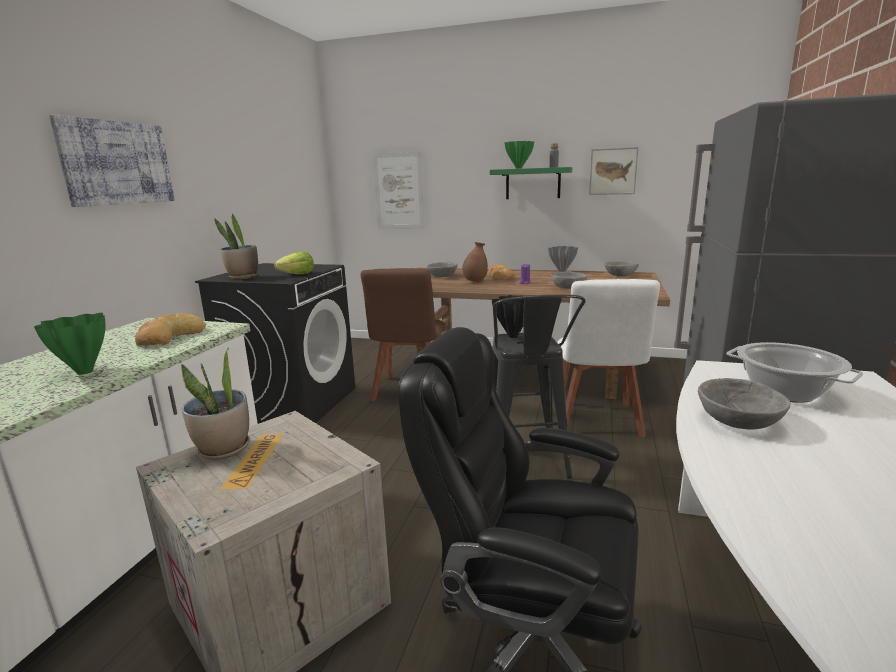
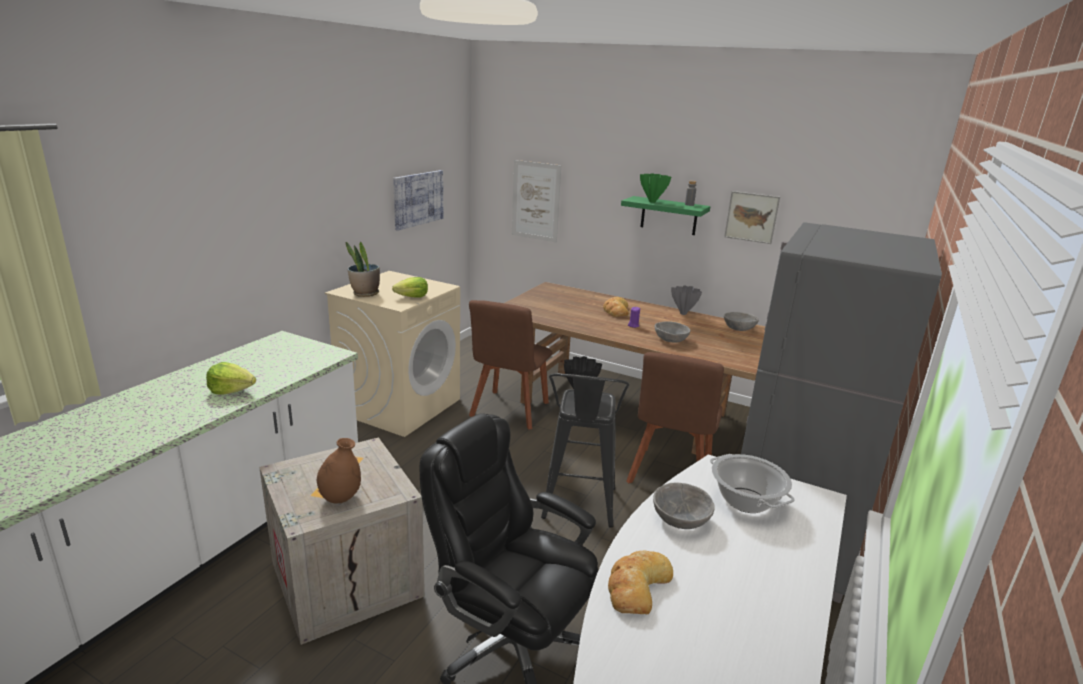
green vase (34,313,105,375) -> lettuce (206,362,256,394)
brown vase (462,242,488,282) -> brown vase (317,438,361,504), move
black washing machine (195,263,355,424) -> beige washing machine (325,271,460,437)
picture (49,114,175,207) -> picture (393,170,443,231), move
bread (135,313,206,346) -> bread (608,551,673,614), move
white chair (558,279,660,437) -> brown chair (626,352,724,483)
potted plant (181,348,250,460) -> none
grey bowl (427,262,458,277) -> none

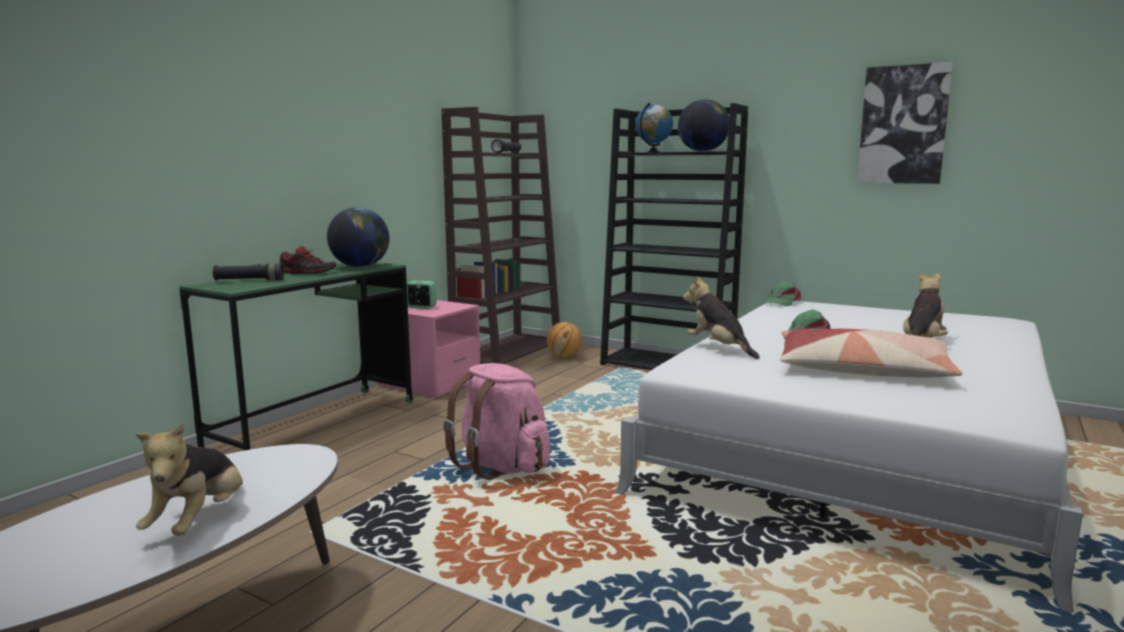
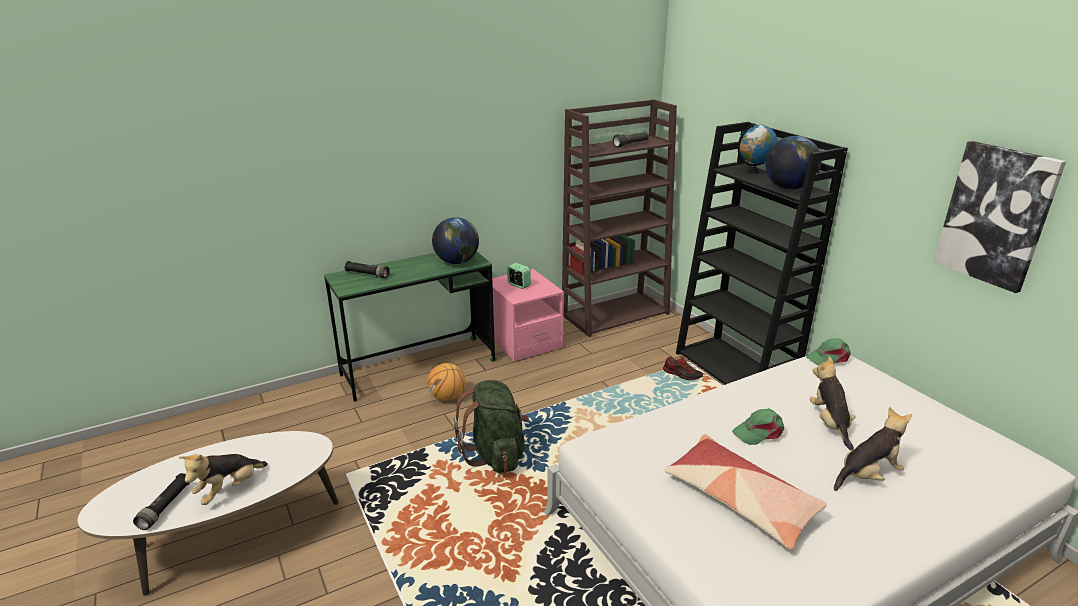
none -> black flashlight (133,473,190,530)
basketball (547,322,582,358) -> basketball (427,363,465,401), move
pink backpack (443,363,550,480) -> green backpack (454,380,529,473)
shoe (280,246,337,274) -> shoe (663,356,703,380), move
plush toy (683,277,760,359) -> plush toy (810,356,855,451), move

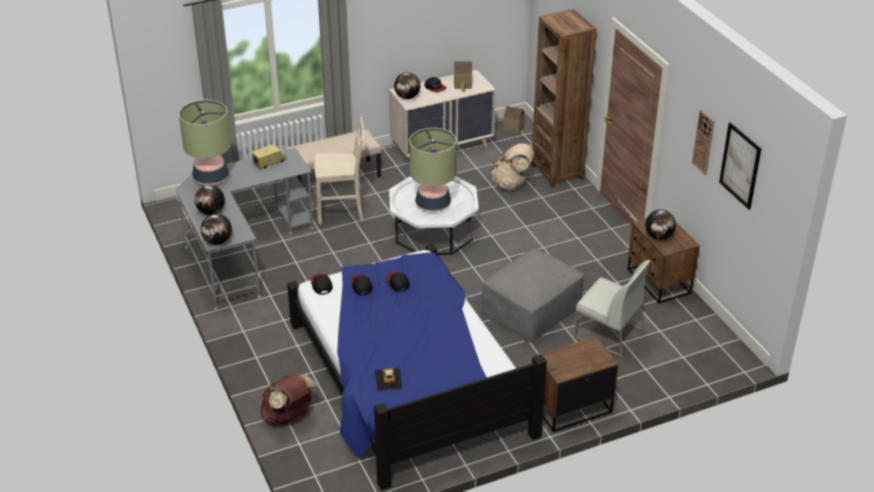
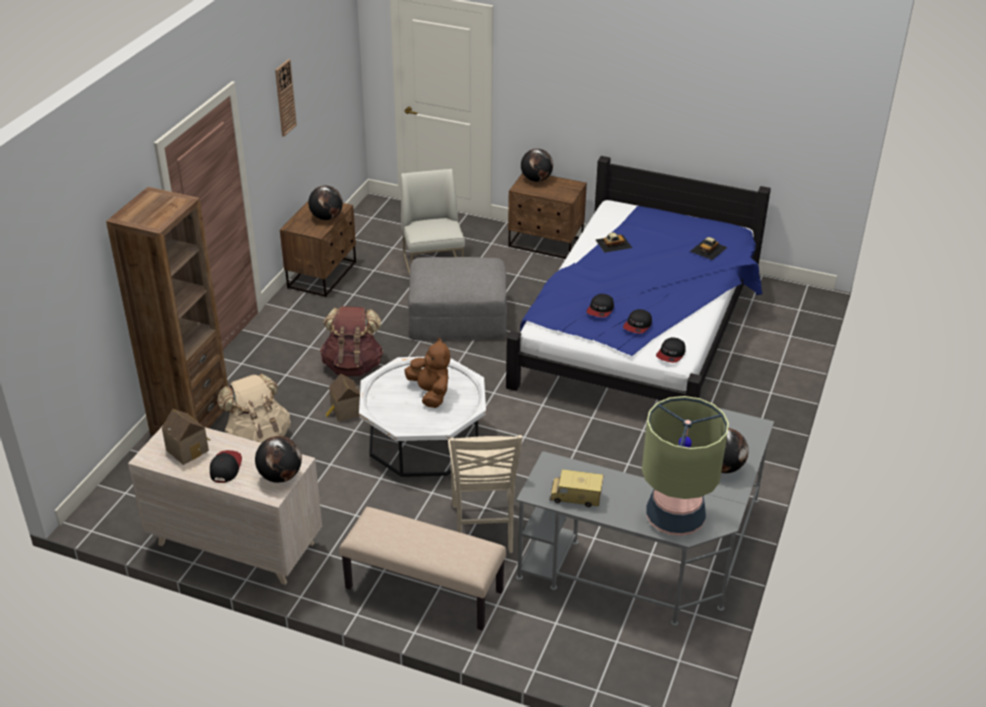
brown backpack (260,374,317,425) -> brown backpack (320,306,384,376), move
toy house (503,106,525,134) -> toy house (325,374,360,422), move
table lamp (409,128,457,212) -> brown plush toy (405,338,450,408)
beige chair (314,117,364,225) -> beige chair (448,435,523,553), 135 degrees counterclockwise
globe (201,214,232,245) -> globe (521,149,553,182), move
none -> toy car (596,232,632,253)
picture (719,122,761,210) -> none

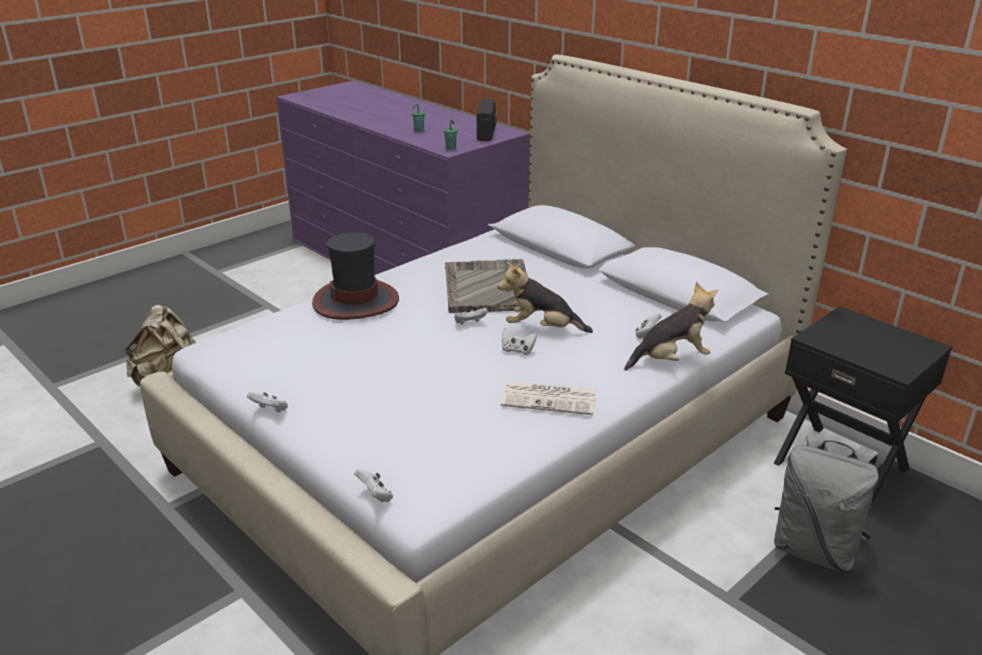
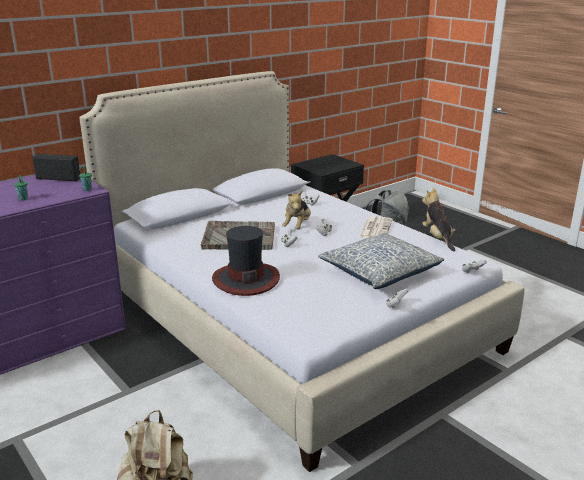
none -> pillow (318,233,444,289)
plush toy (624,282,718,371) -> plush toy (422,188,455,251), move

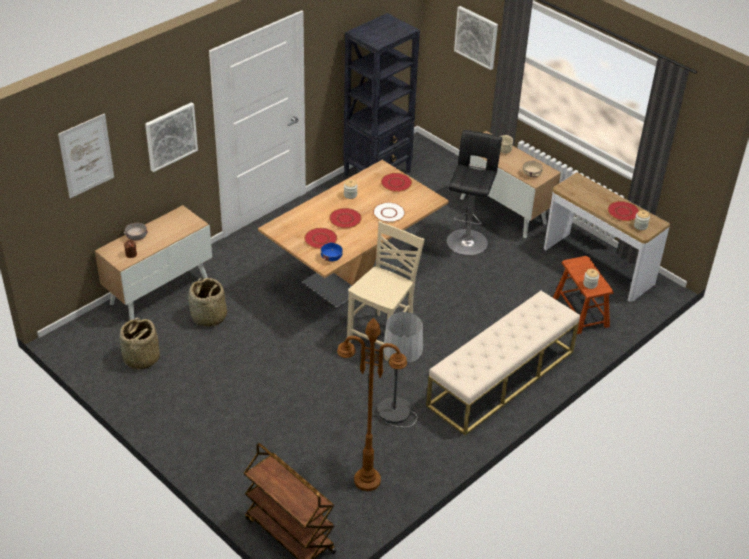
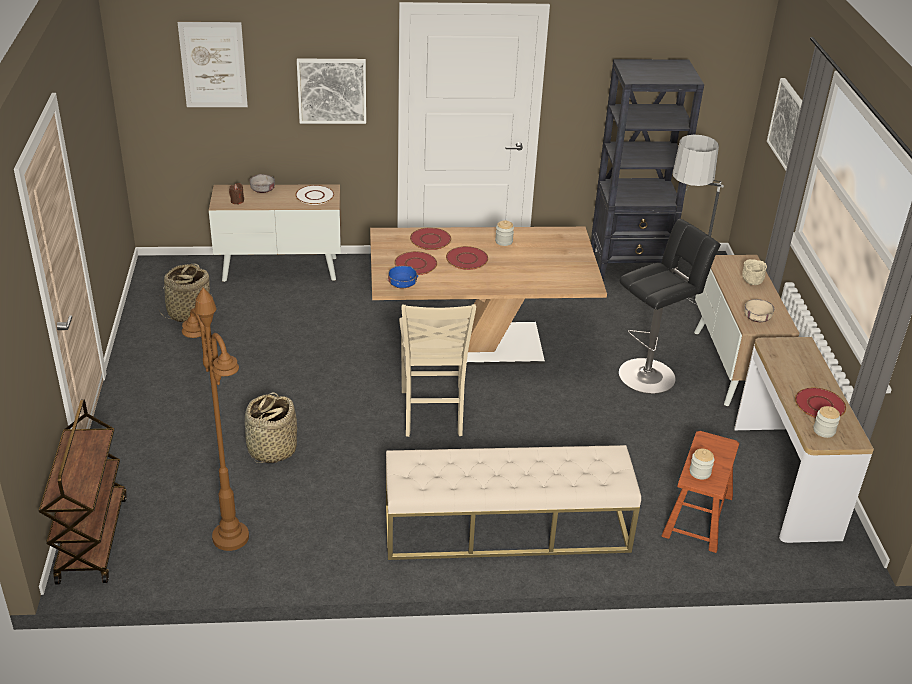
basket (188,278,227,327) -> basket (245,392,297,463), move
white plate (373,202,405,223) -> white plate (295,185,334,205), move
beige chair (347,221,425,361) -> beige chair (399,304,476,437), 105 degrees clockwise
red plate (381,173,412,192) -> red plate (410,228,451,250), move
floor lamp (378,312,423,427) -> floor lamp (673,135,724,304), move

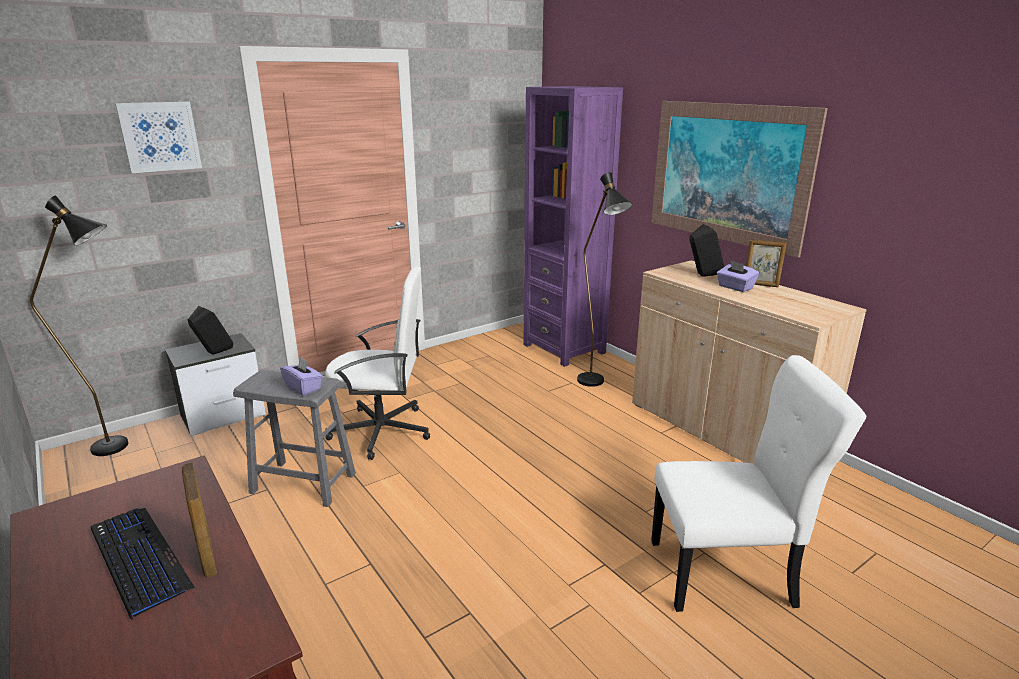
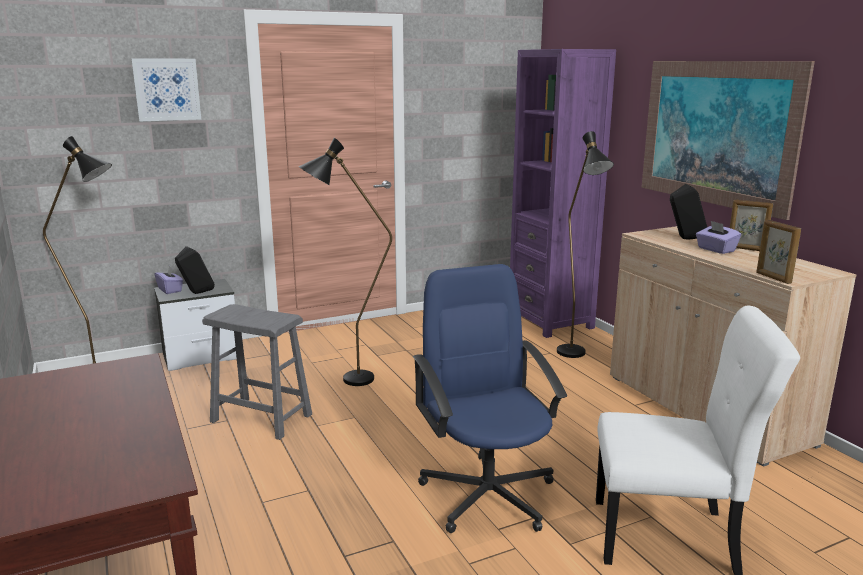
purple tissue box (280,357,323,396) -> purple tissue box (155,265,183,294), move
white office chair (325,266,430,460) -> black floor lamp (299,138,392,386)
none -> blue office chair (413,264,567,533)
picture frame (182,462,217,578) -> picture frame (756,220,801,284), move
keyboard (91,508,195,620) -> none

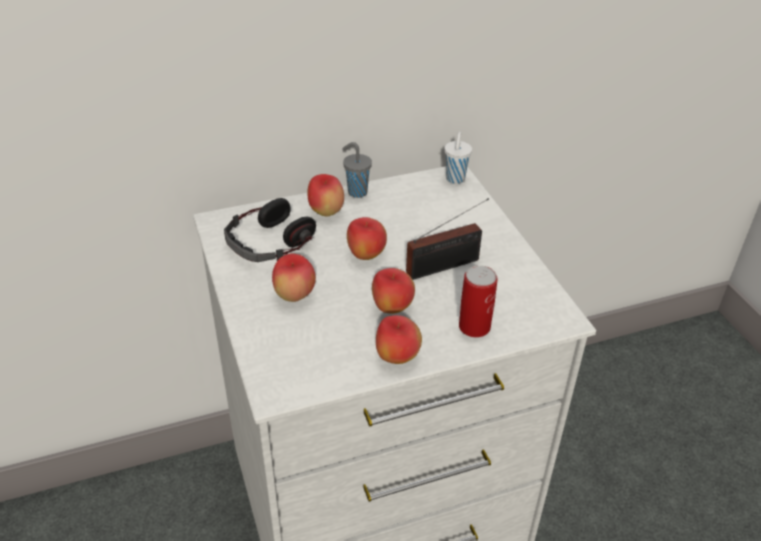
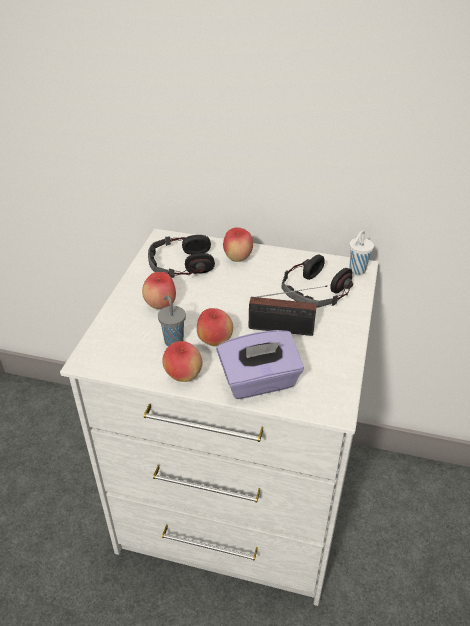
grey cup (342,142,372,198) -> grey cup (158,295,186,346), move
can (459,265,497,337) -> purple tissue box (216,330,304,399)
none -> headphones (281,254,353,308)
apple (347,217,387,260) -> none

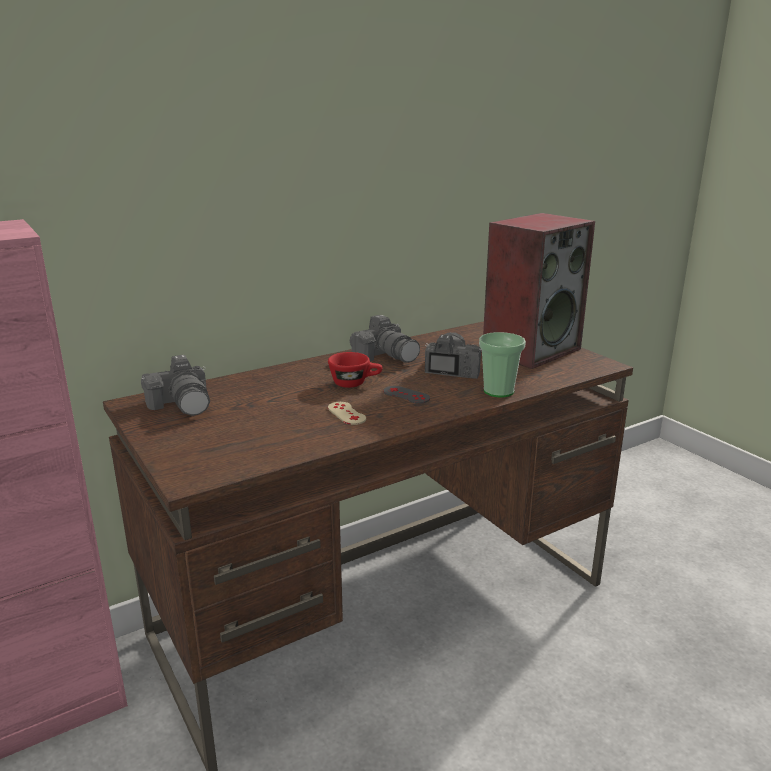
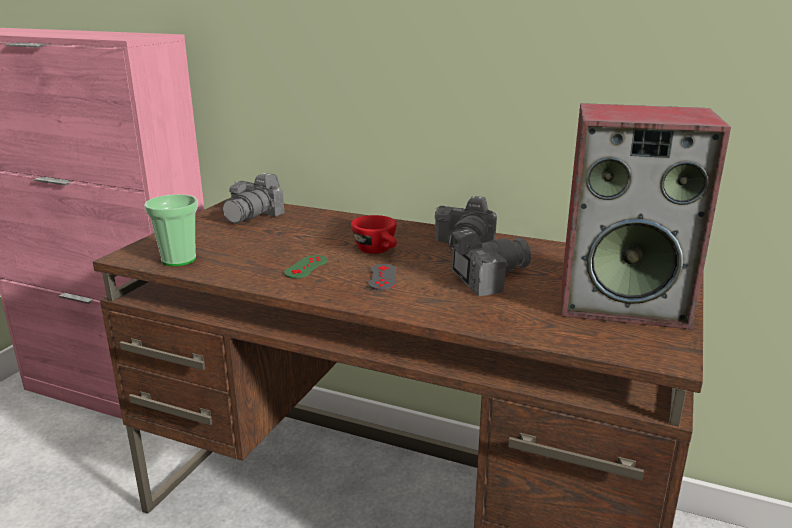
cup (479,332,526,398) -> cup (144,194,198,266), move
beige game controller (328,402,366,425) -> green game controller (284,255,327,279)

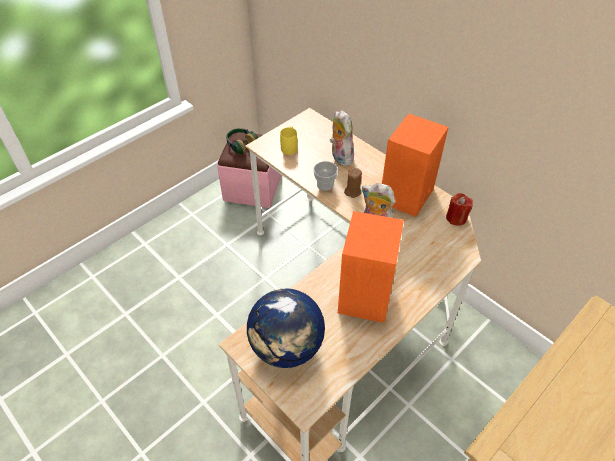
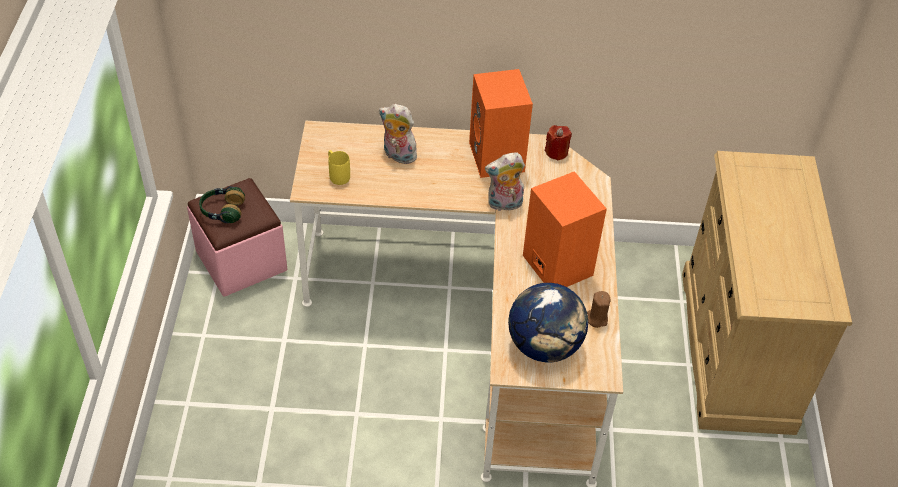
brown candle (344,168,362,198) -> brown candle (587,291,611,328), move
cup (313,161,338,191) -> none

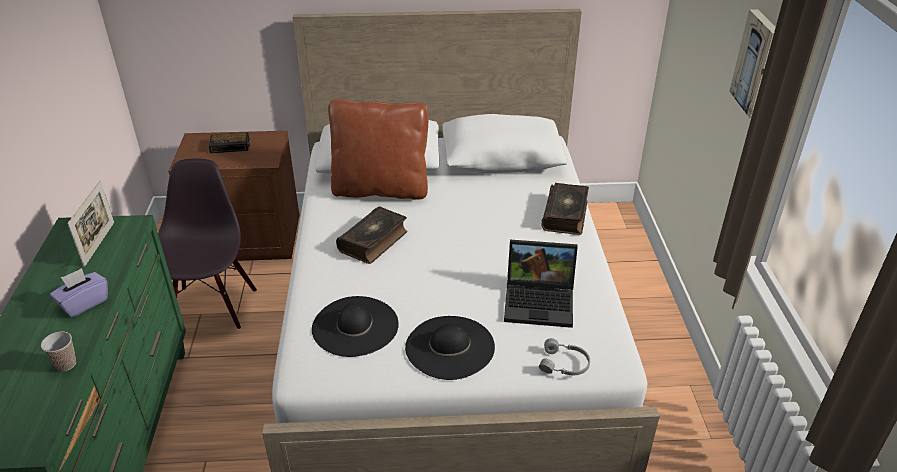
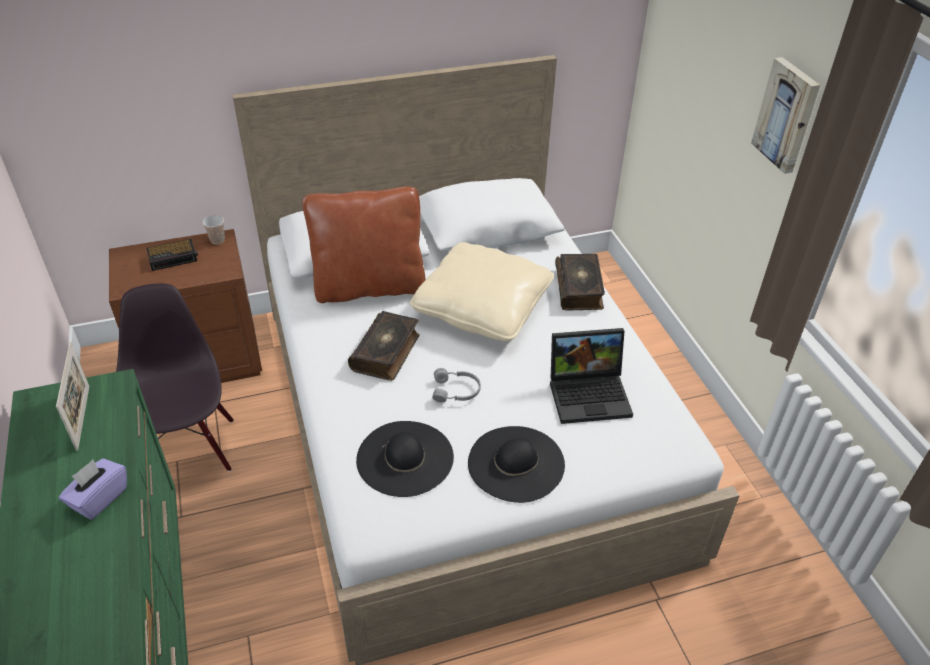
cup (41,331,76,371) -> cup (203,215,225,244), move
none -> beige pillow (410,242,554,341)
grey headphones (539,338,590,375) -> grey headphones (432,368,481,402), move

